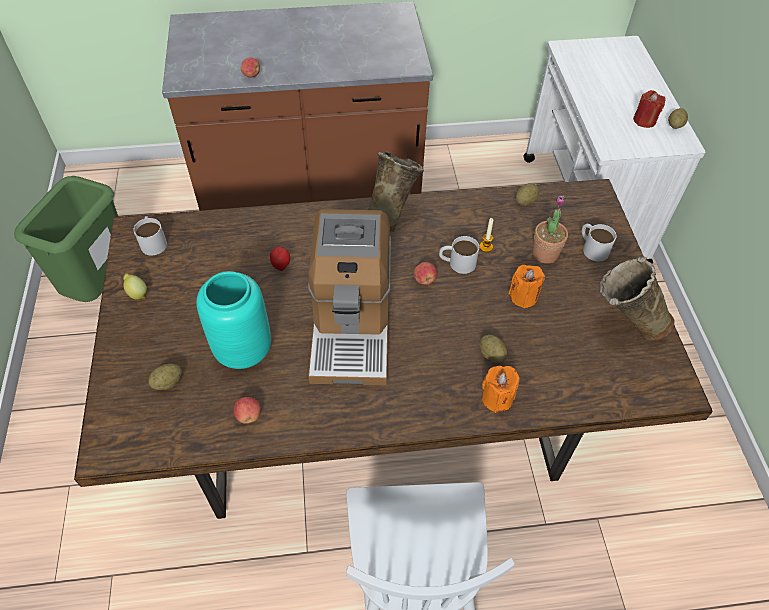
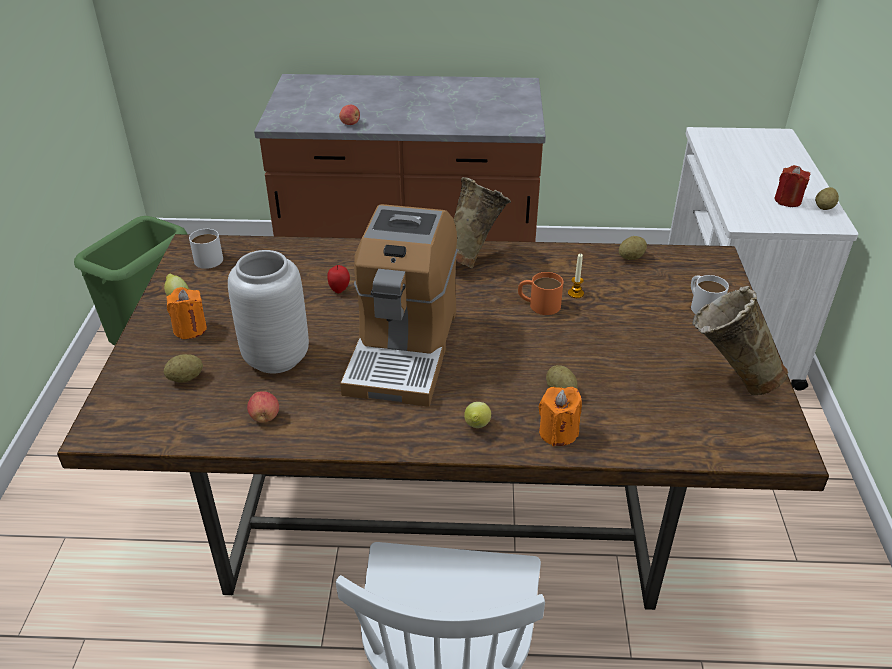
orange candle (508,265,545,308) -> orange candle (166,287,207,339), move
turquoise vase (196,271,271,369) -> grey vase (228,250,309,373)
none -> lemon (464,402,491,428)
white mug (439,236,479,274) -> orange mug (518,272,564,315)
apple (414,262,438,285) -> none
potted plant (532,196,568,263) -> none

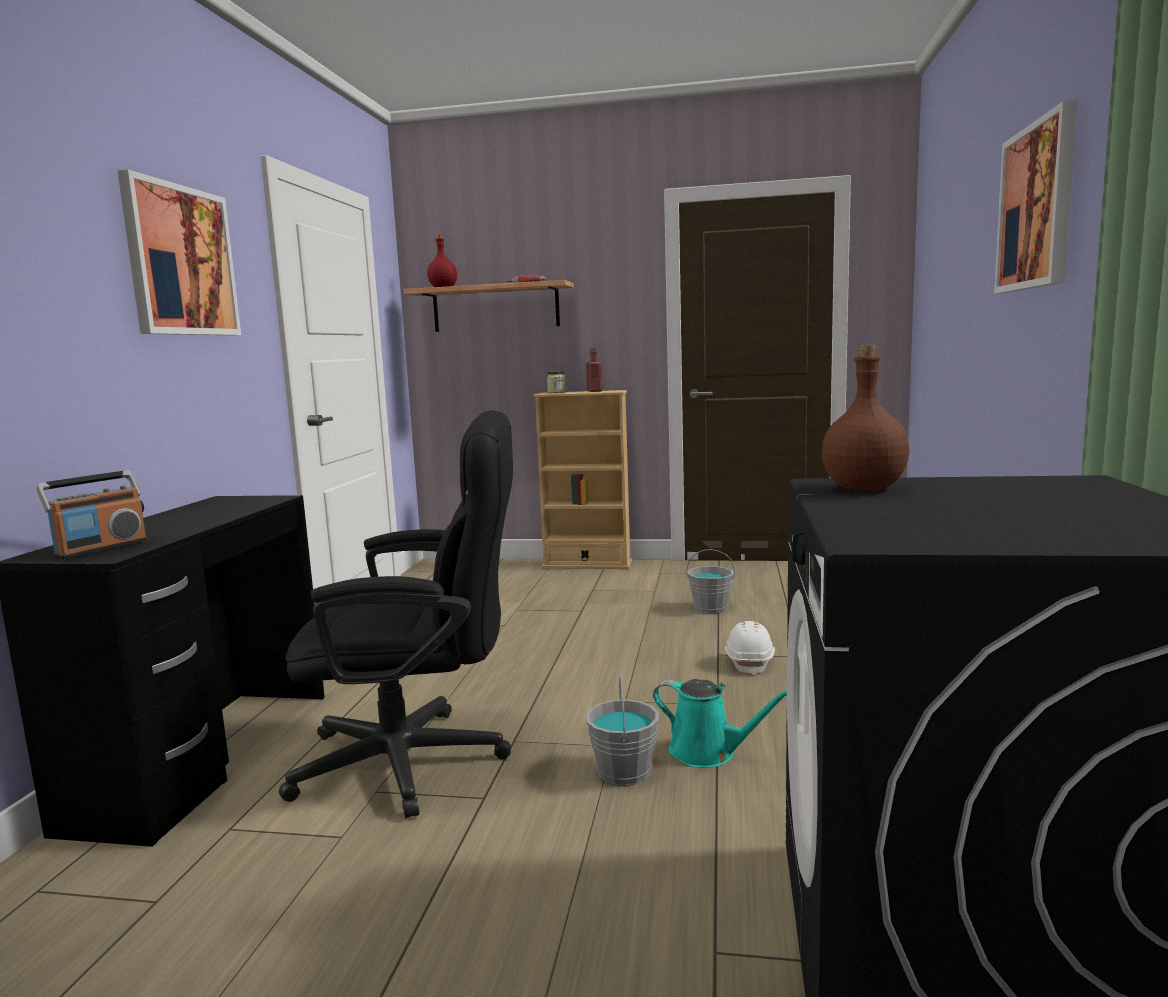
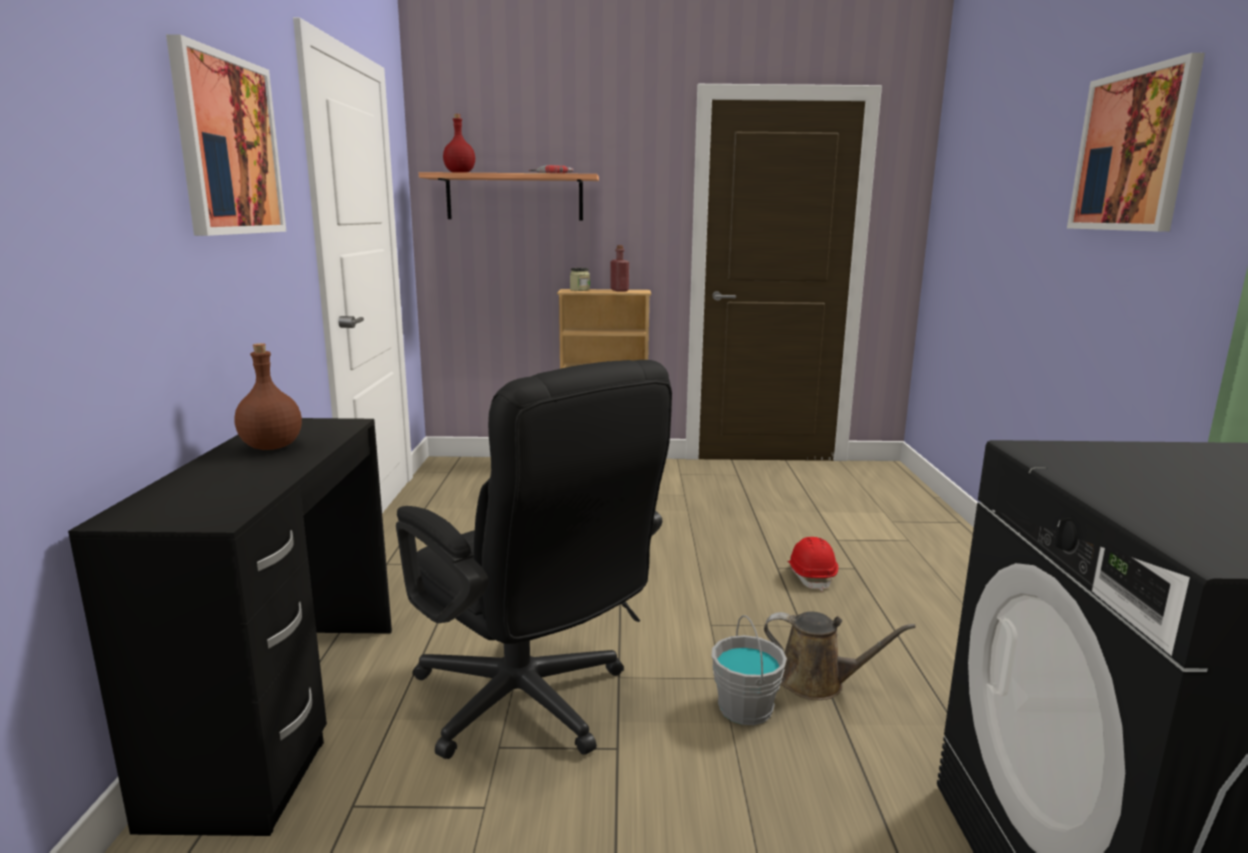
brown bottle (822,345,909,491) -> brown bottle (234,343,302,450), move
black office chair (279,410,513,818) -> black office chair (396,360,672,759), 60 degrees clockwise
turquoise watering can (653,679,787,768) -> brown watering can (764,612,916,700)
white hard hat (725,621,775,676) -> red hard hat (787,537,838,592)
radio (36,470,148,560) -> none
grey bucket (686,549,735,614) -> none

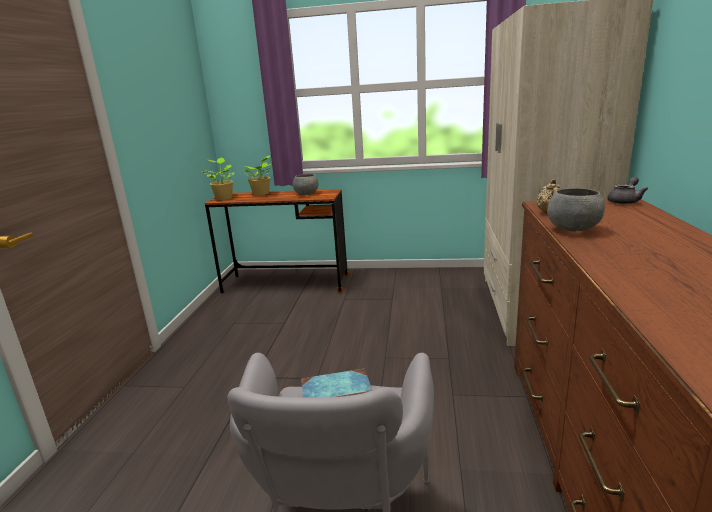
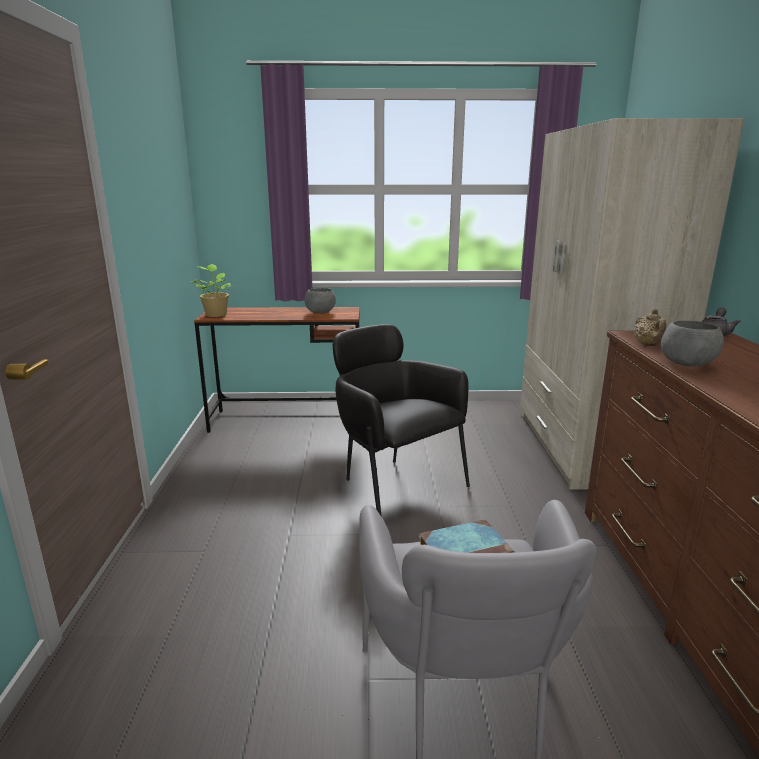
none -> black armchair (333,324,470,517)
potted plant (244,155,271,196) -> none

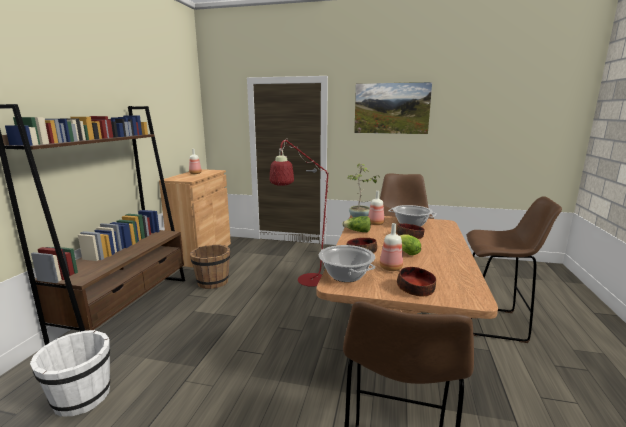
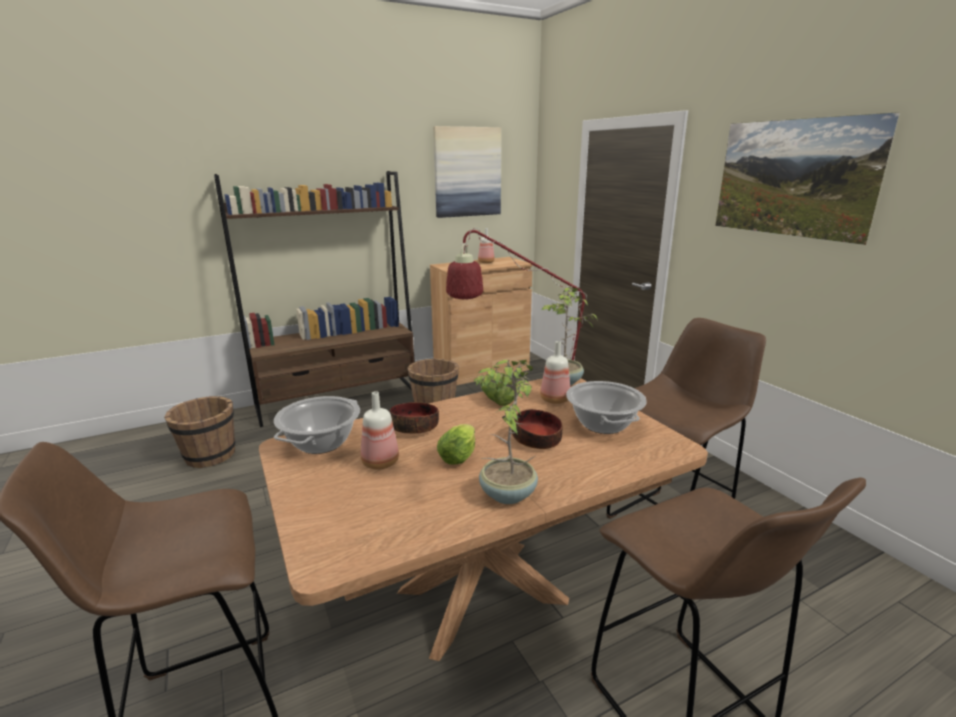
white bucket (30,330,110,417) -> brown bucket (164,396,235,468)
none -> picture (433,126,501,218)
none -> potted plant (473,360,538,504)
bowl (397,267,436,296) -> none

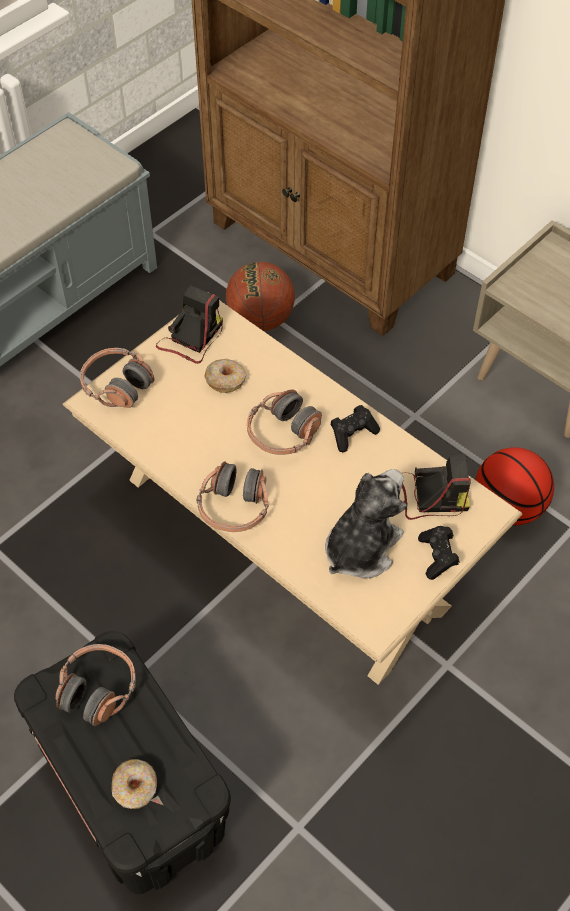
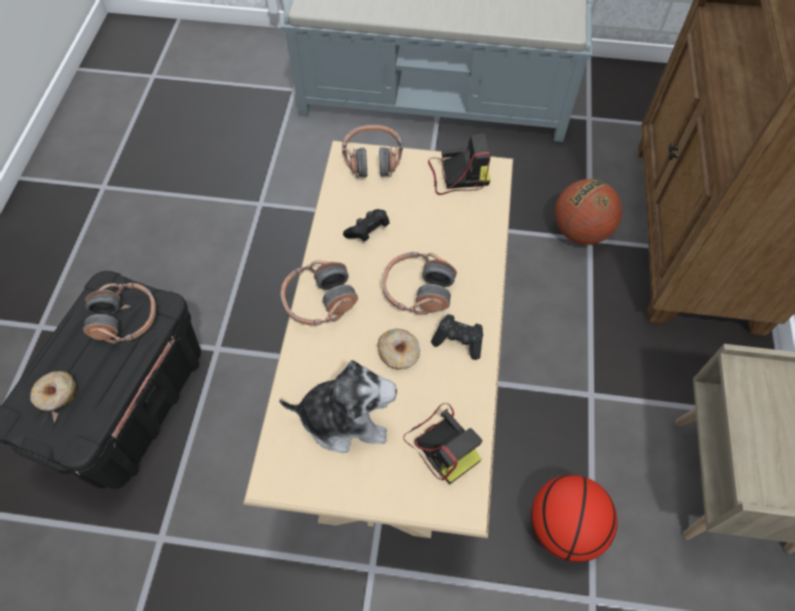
black game controller (418,526,460,580) -> black game controller (343,209,390,241), move
donut (204,359,246,393) -> donut (377,329,420,370), move

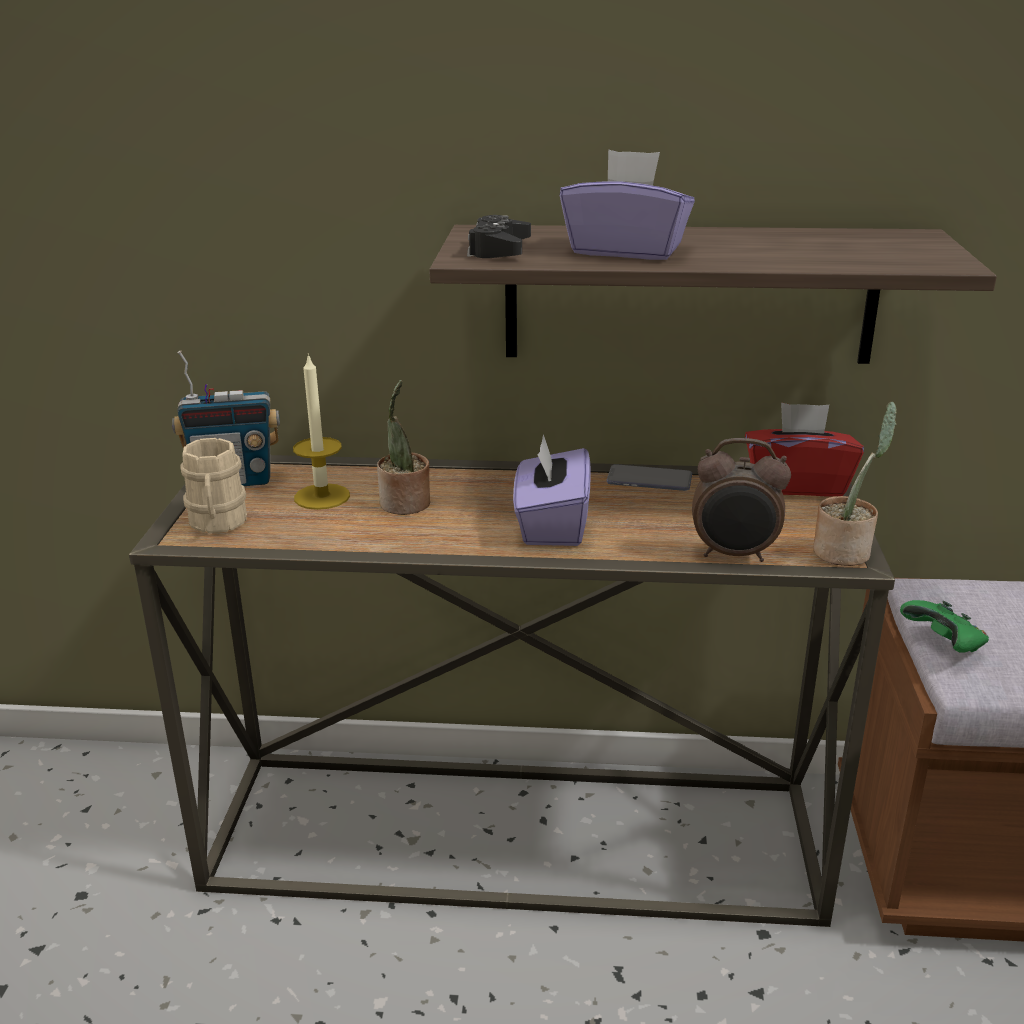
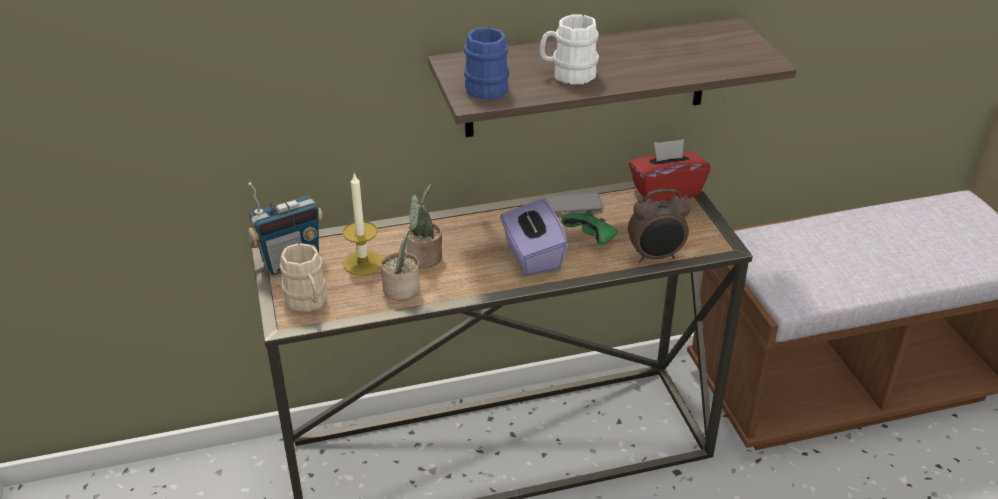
potted plant (813,401,897,566) -> potted plant (381,194,420,301), move
black game controller (467,215,531,258) -> blue mug (464,27,509,100)
purple tissue box (560,150,695,260) -> white mug (539,14,599,84)
green game controller (900,600,989,653) -> green game controller (562,210,618,245), move

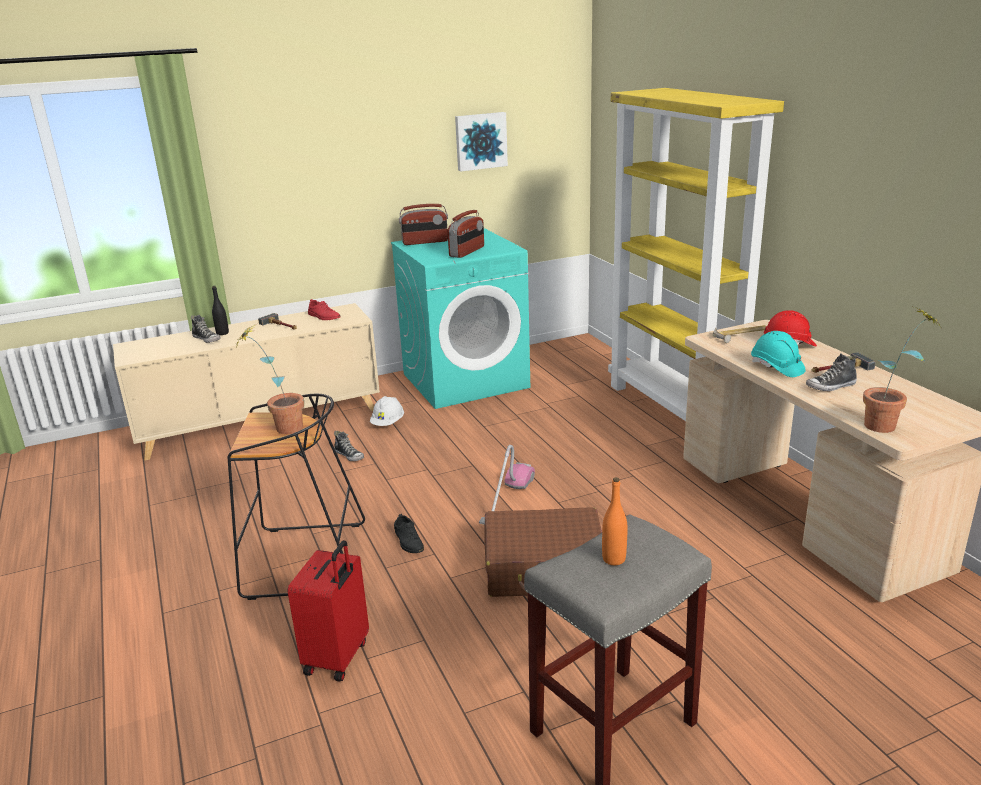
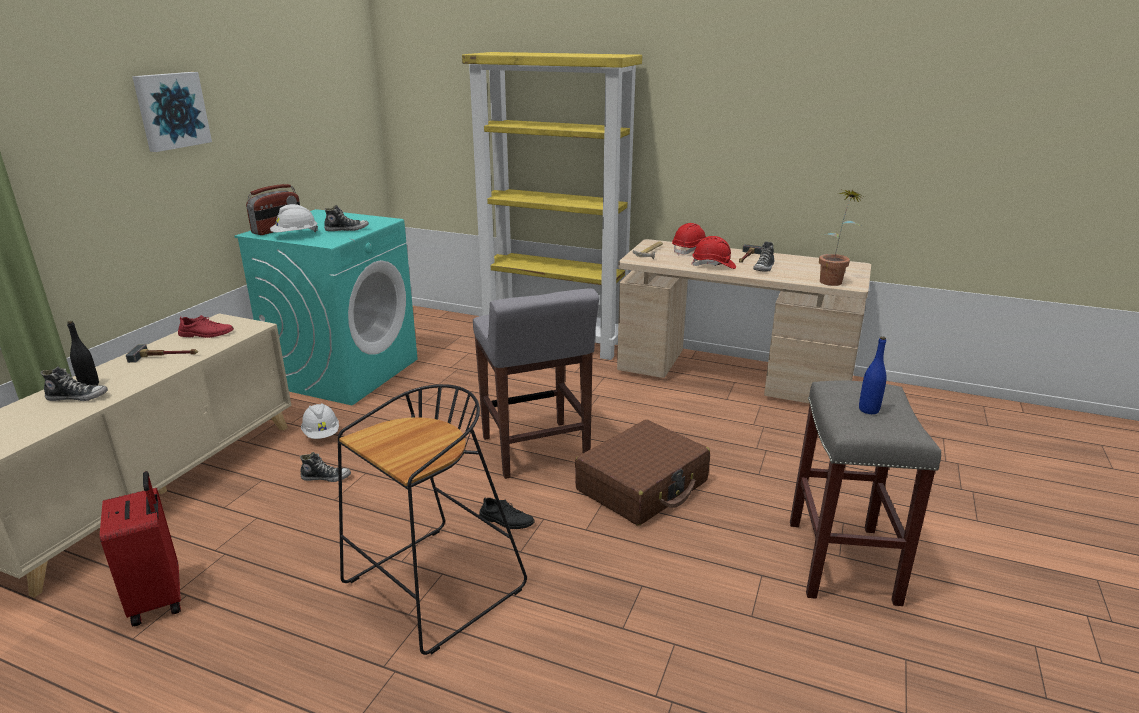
red suitcase (287,540,369,681) -> red suitcase (100,471,181,627), move
picture (455,112,508,172) -> picture (132,72,212,152), move
none -> white hard hat (270,204,318,232)
radio (447,210,484,258) -> shoe (324,205,369,231)
vacuum cleaner (479,445,535,525) -> grey stool (473,289,599,479)
turquoise hard hat (751,331,806,377) -> red hard hat (691,236,736,269)
orange bottle (602,478,628,565) -> blue bottle (859,336,886,414)
potted plant (235,325,304,434) -> none

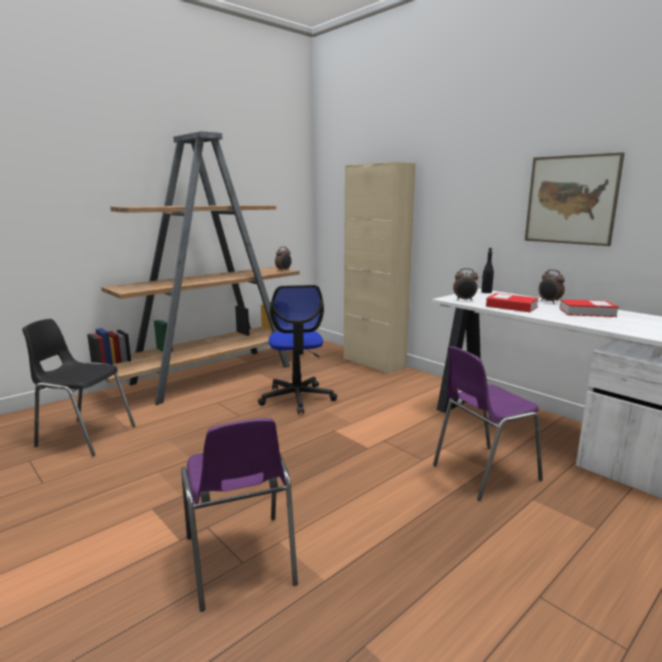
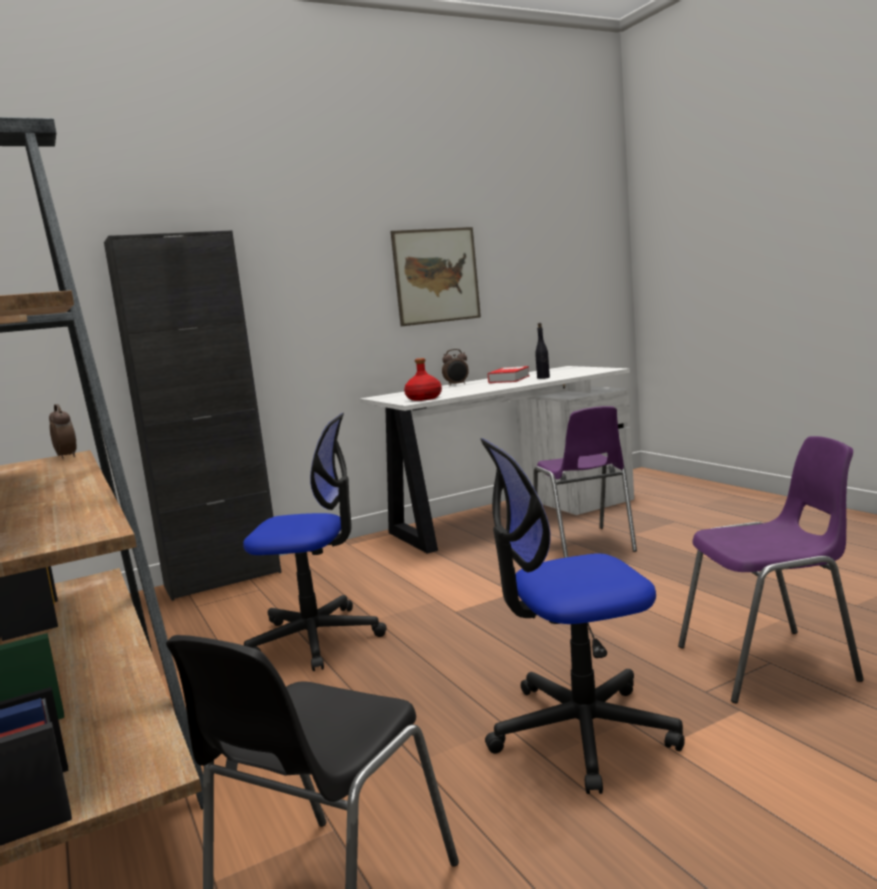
beige cabinet (344,162,415,374) -> black cabinet (104,230,282,601)
alarm clock (453,268,478,301) -> red bottle (404,358,442,401)
none -> office chair (480,438,685,794)
black bottle (481,248,494,293) -> black bottle (535,323,550,379), move
book (486,293,539,312) -> none

